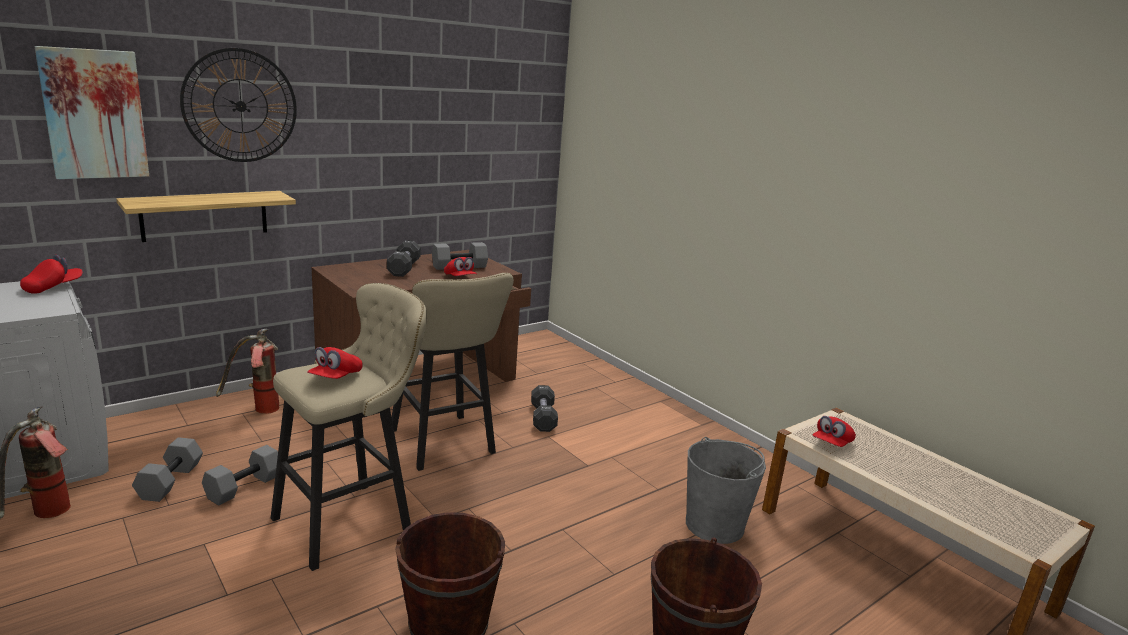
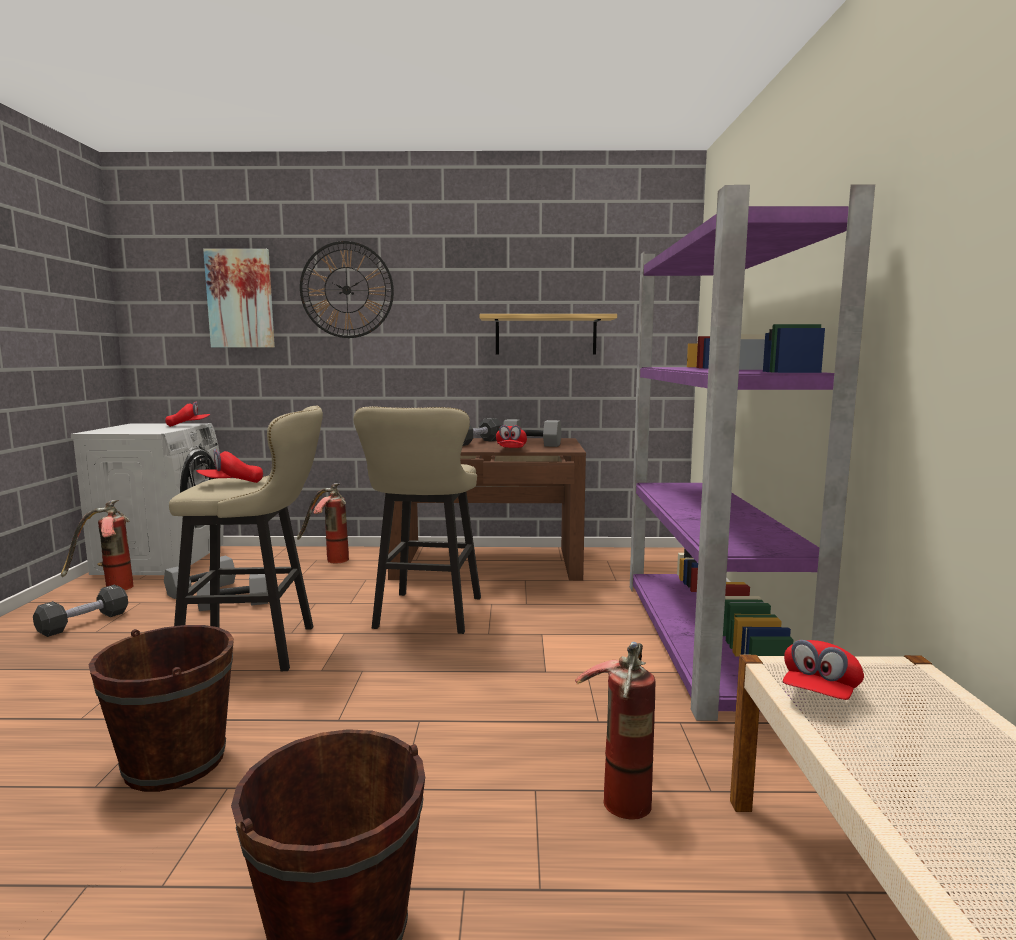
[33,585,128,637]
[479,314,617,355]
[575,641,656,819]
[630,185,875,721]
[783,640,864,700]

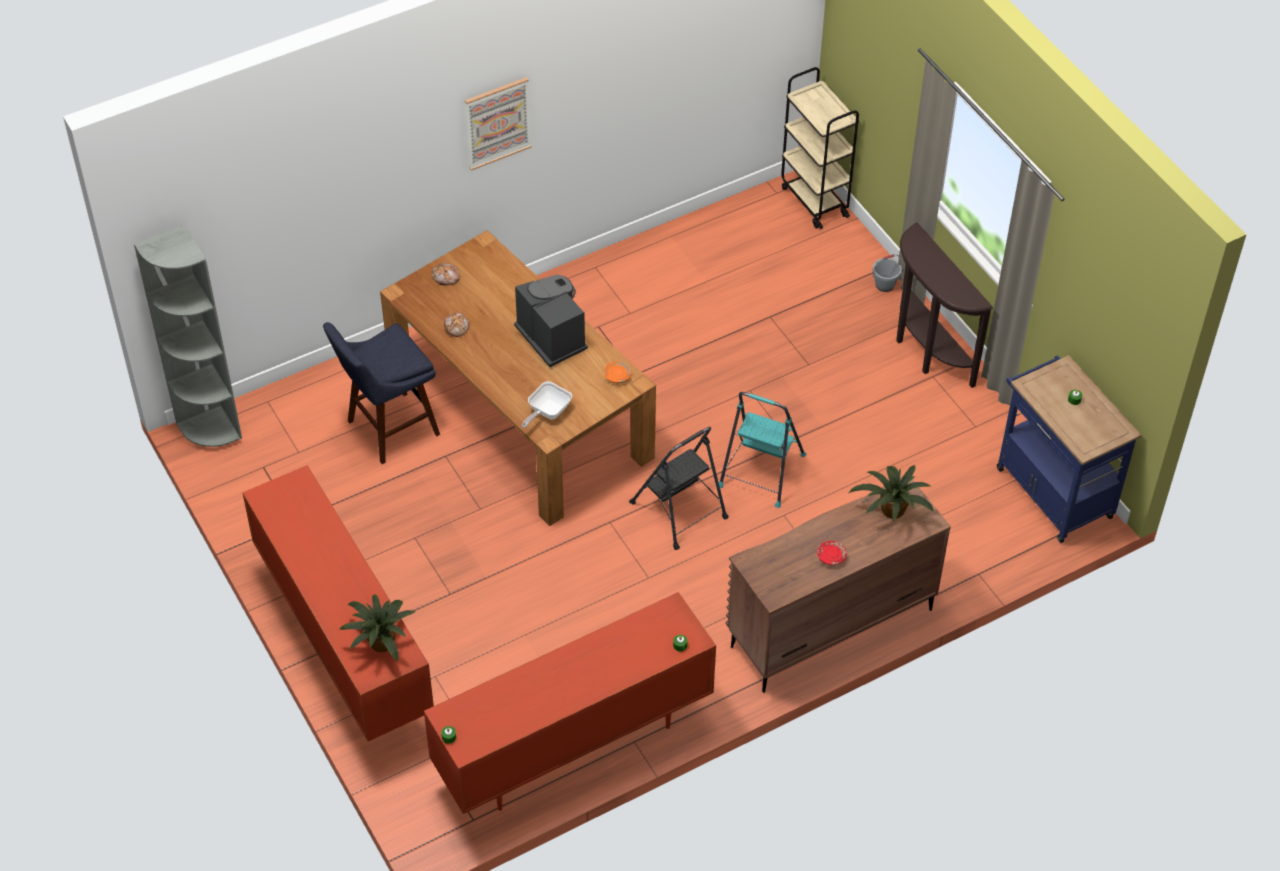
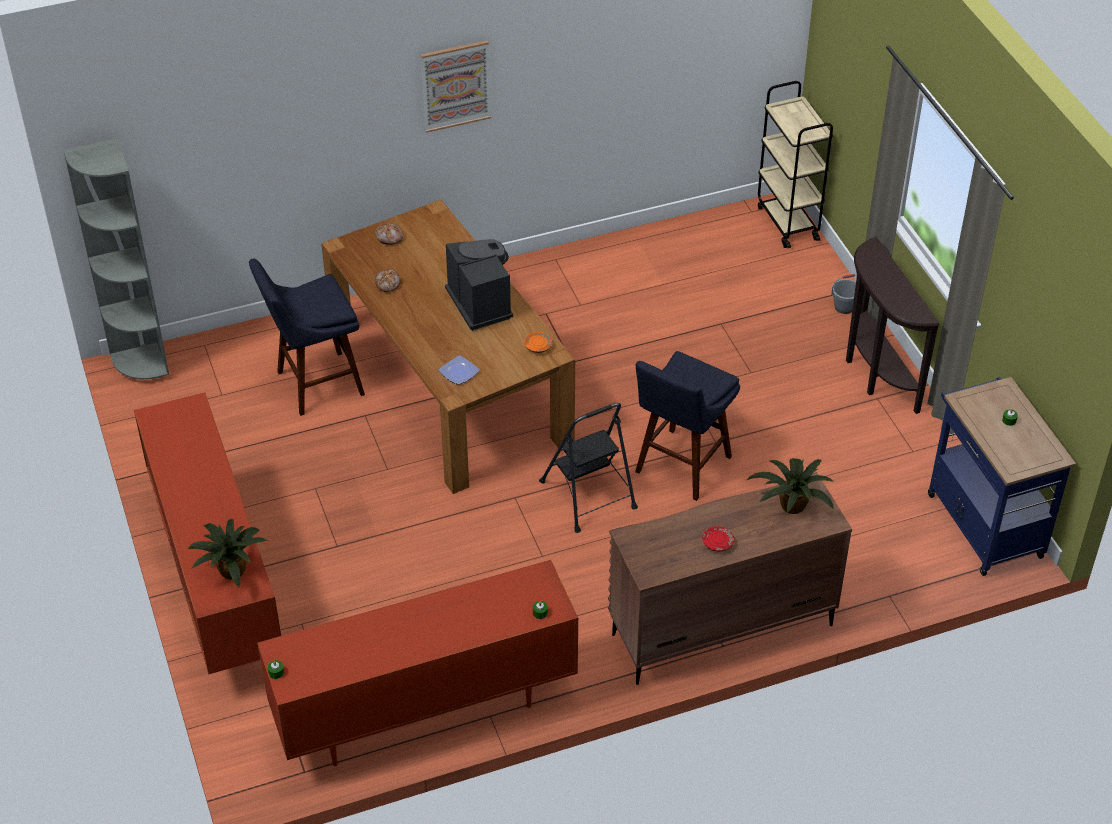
[438,355,480,385]
[635,351,740,501]

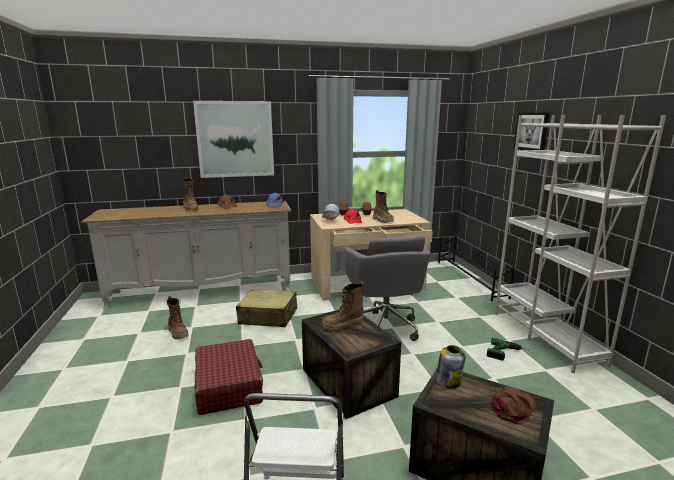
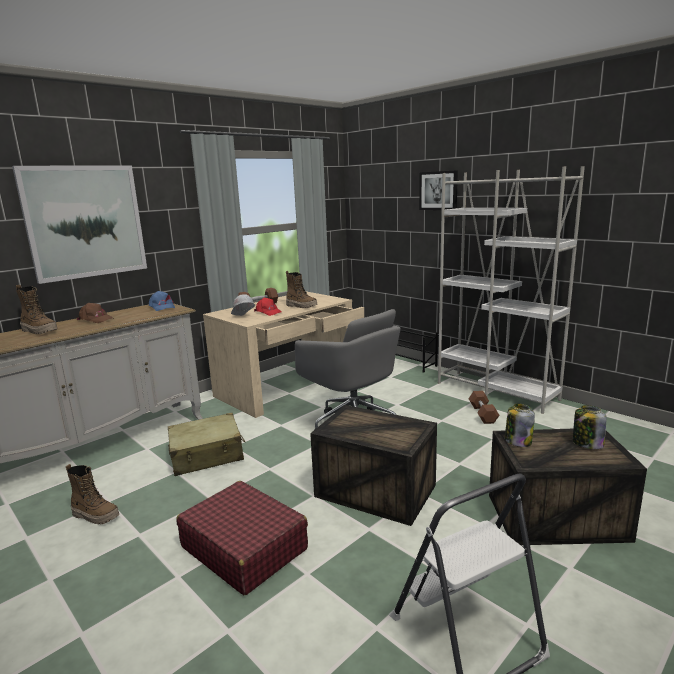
[469,391,500,424]
[573,405,607,449]
[322,281,364,331] (first image)

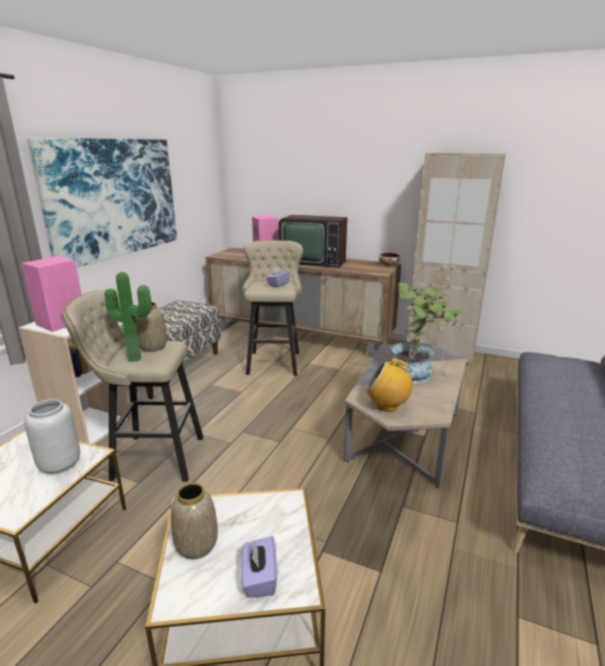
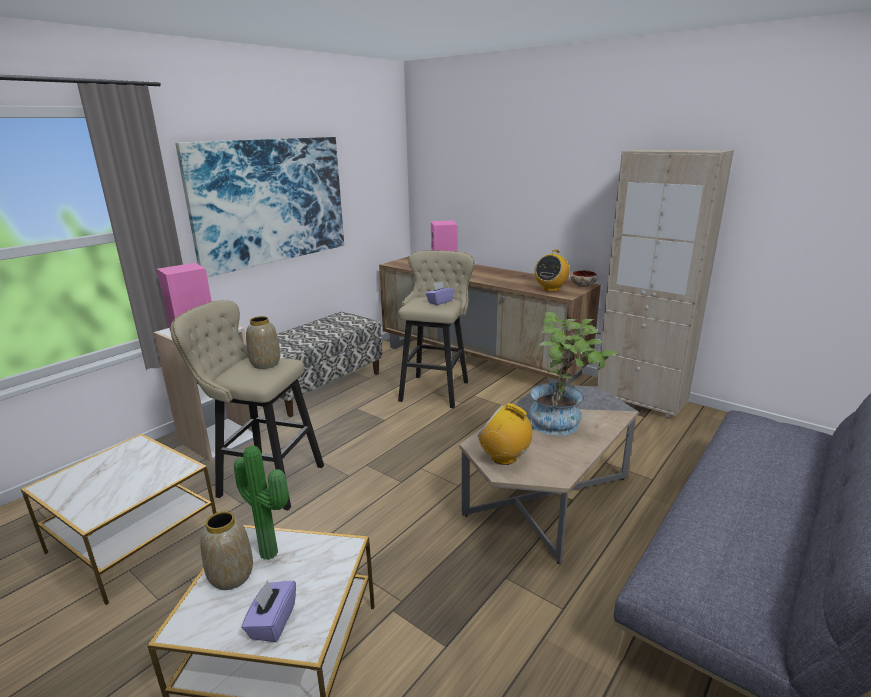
[234,446,289,560]
[534,250,570,292]
[24,399,80,474] (first image)
[279,215,347,268] (first image)

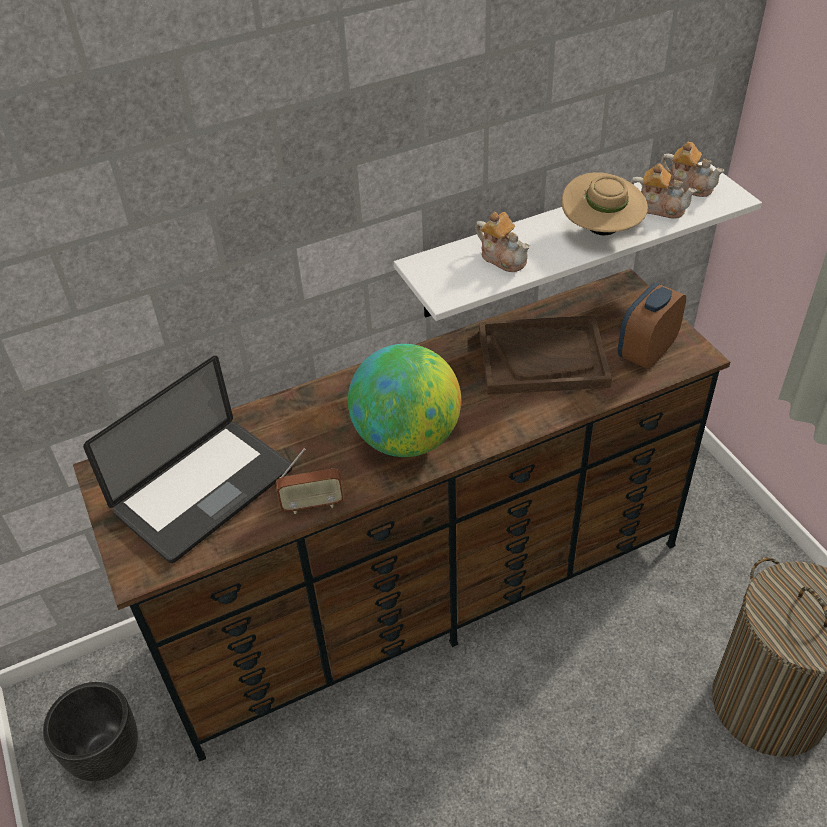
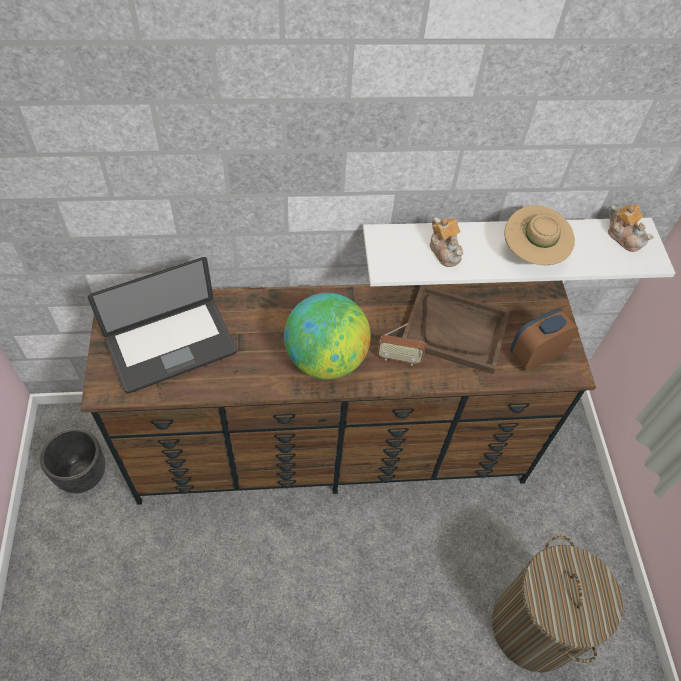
[377,323,426,365]
[630,164,697,219] (first image)

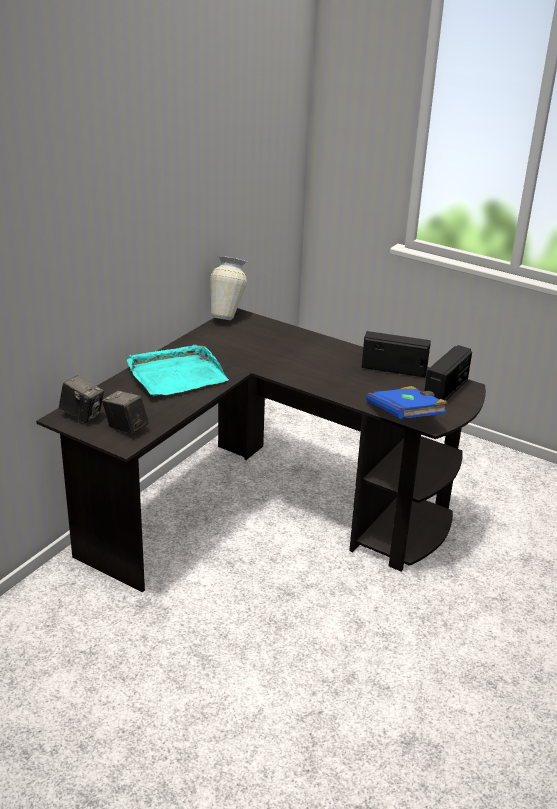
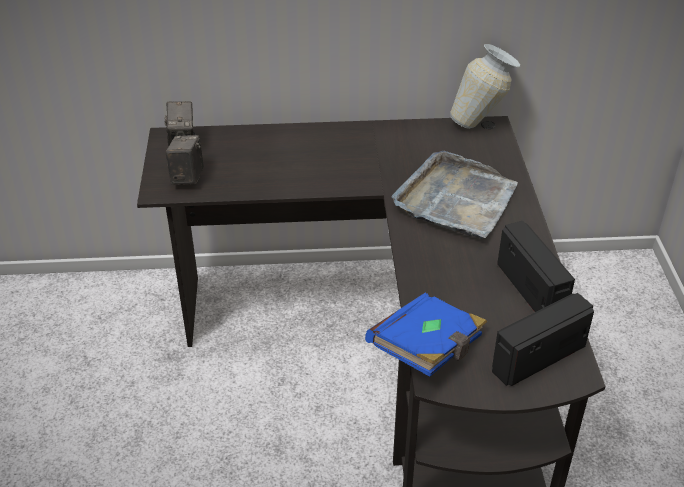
[392,151,518,239]
[492,293,594,386]
[127,345,229,396] (first image)

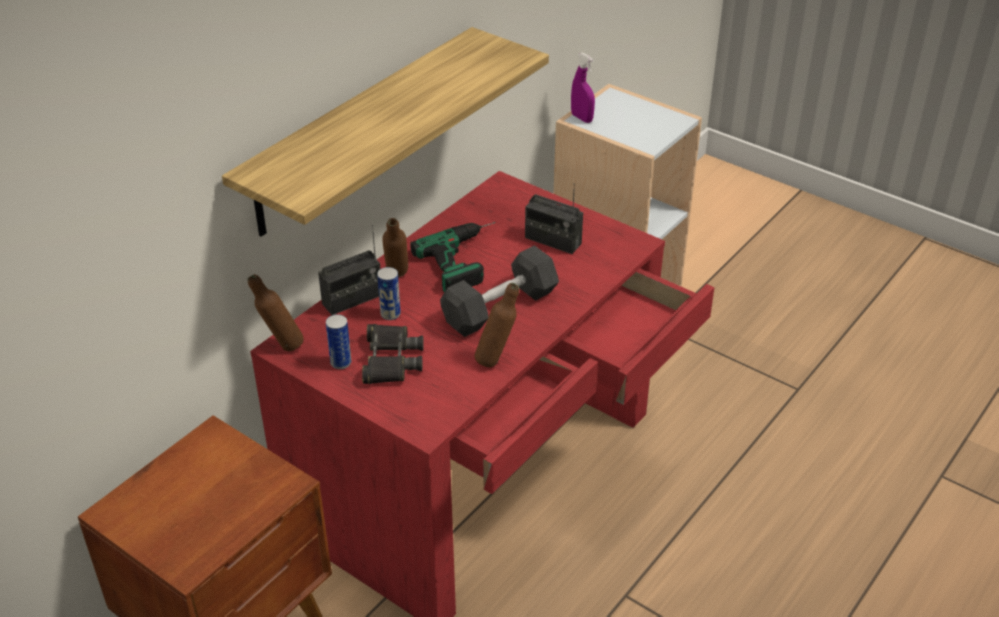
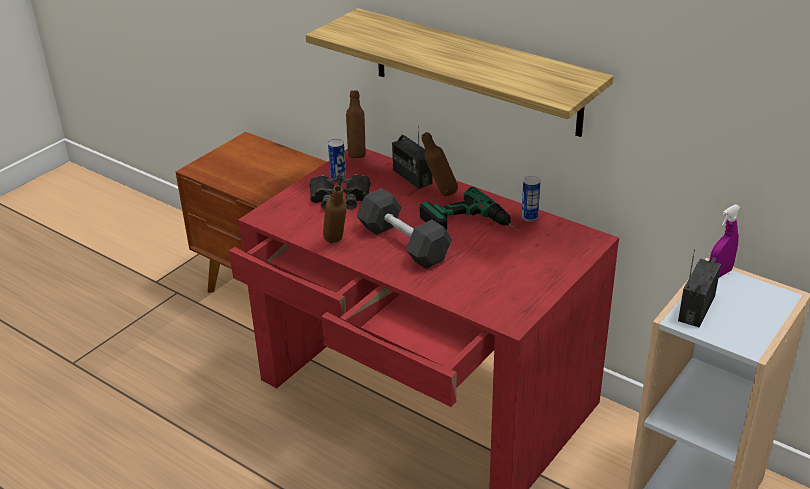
[521,176,540,222]
[678,249,721,327]

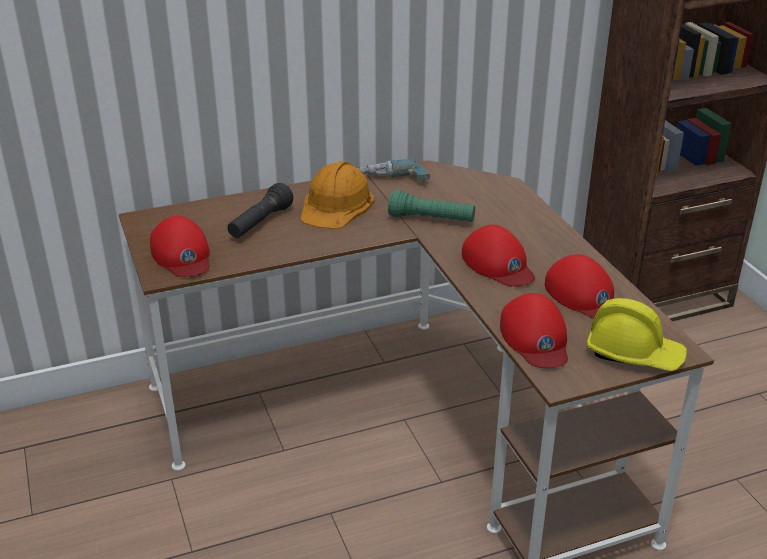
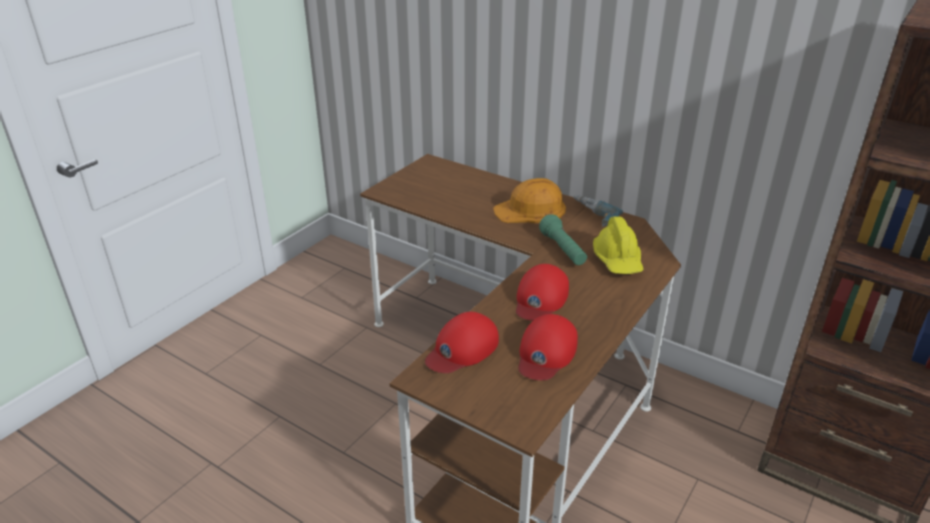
[593,216,643,274]
[150,216,210,277] (first image)
[227,183,293,238] (first image)

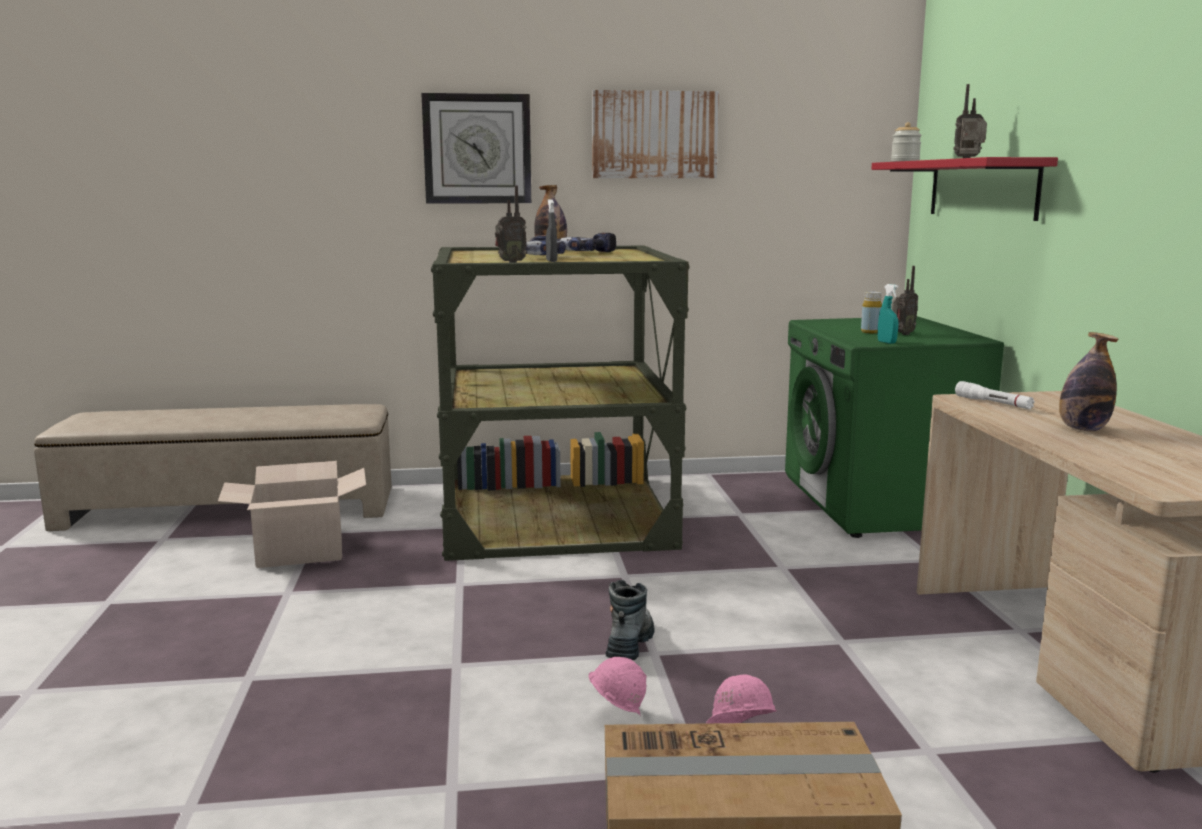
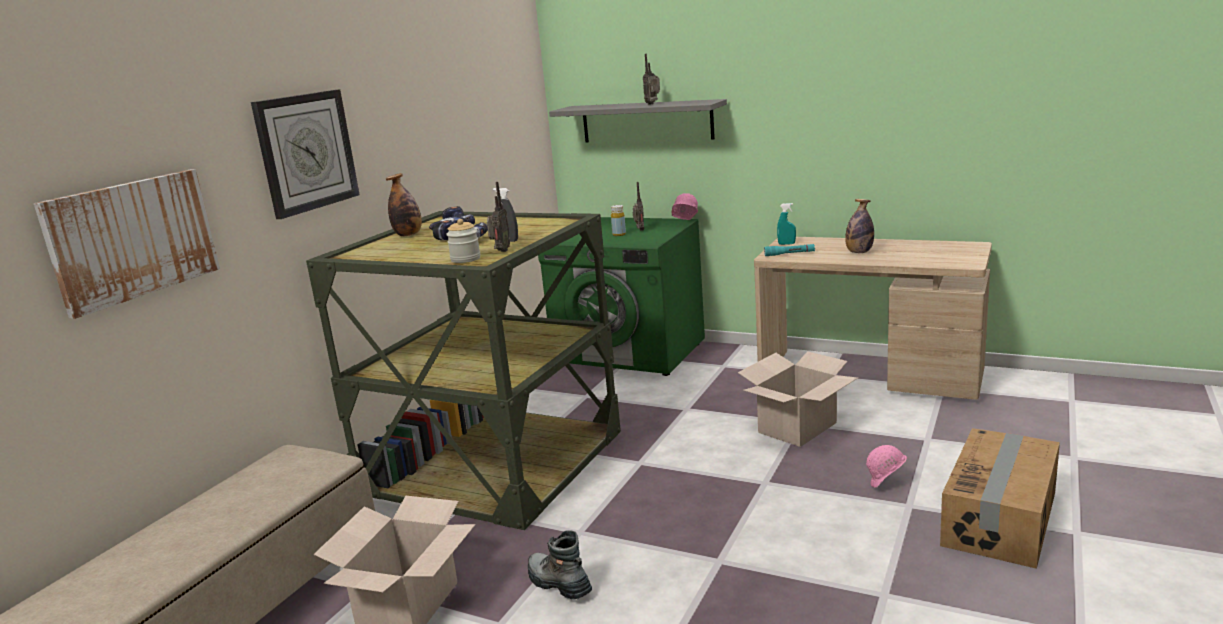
[34,169,220,319]
[446,219,481,263]
[528,530,592,600]
[549,99,727,142]
[672,193,698,220]
[738,351,858,447]
[764,244,815,256]
[777,203,796,245]

